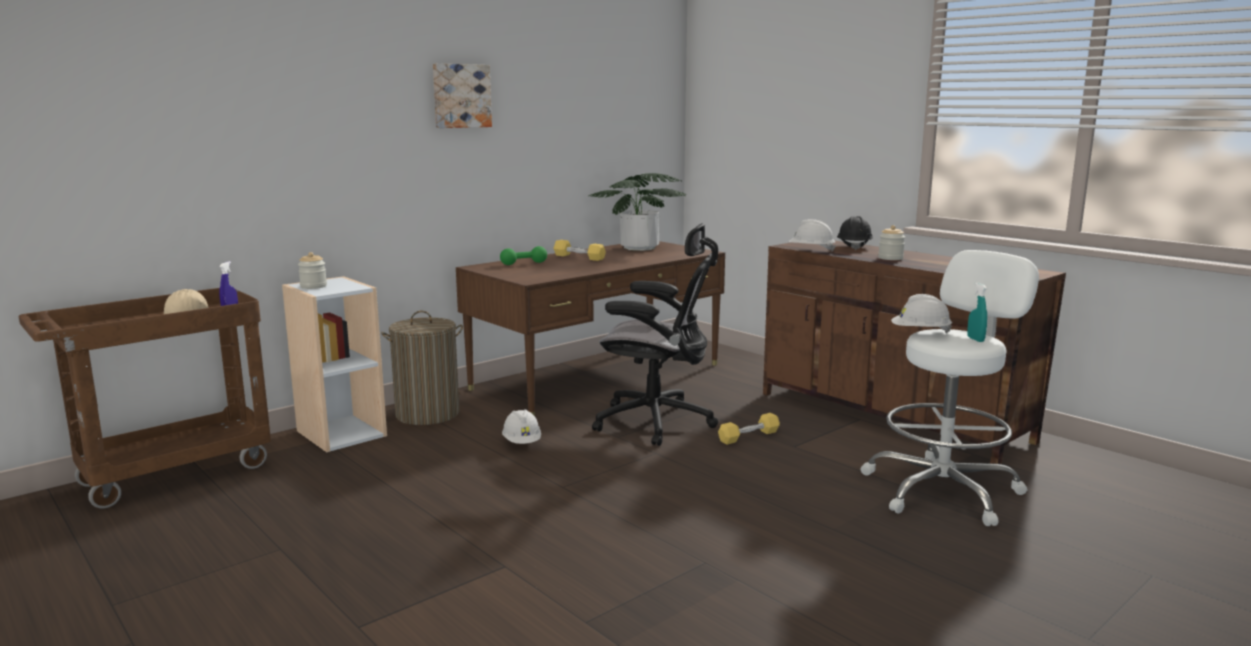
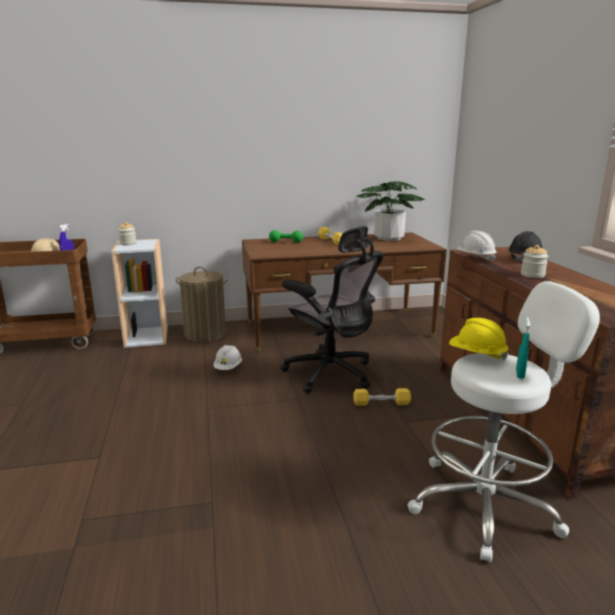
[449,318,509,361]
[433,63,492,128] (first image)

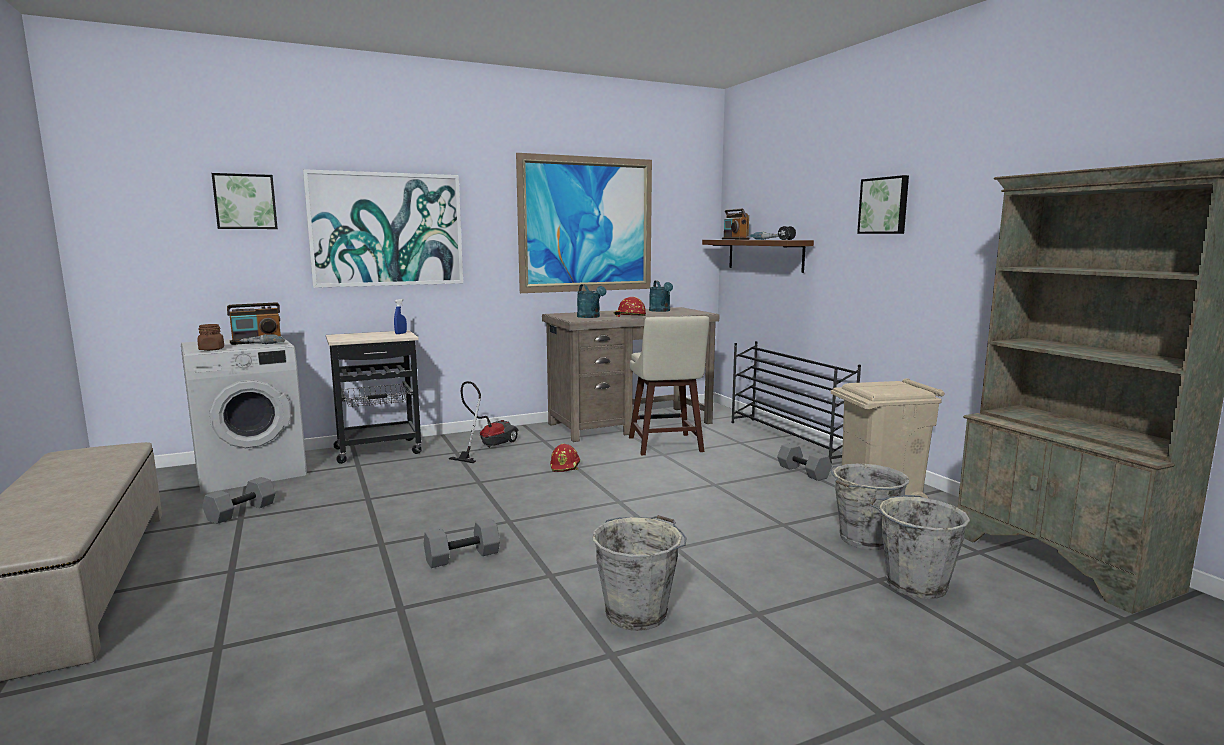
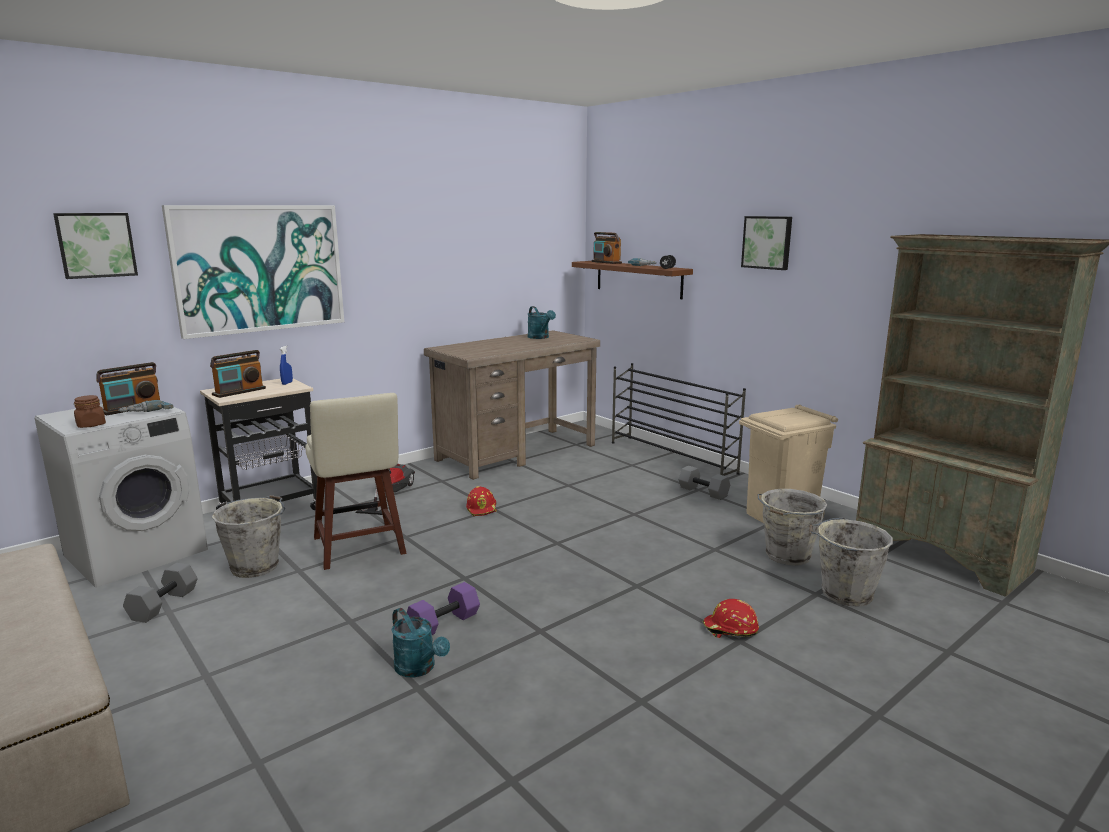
[210,350,266,398]
[212,495,285,578]
[305,393,407,570]
[392,608,450,678]
[407,582,480,635]
[703,599,759,638]
[516,153,652,293] (first image)

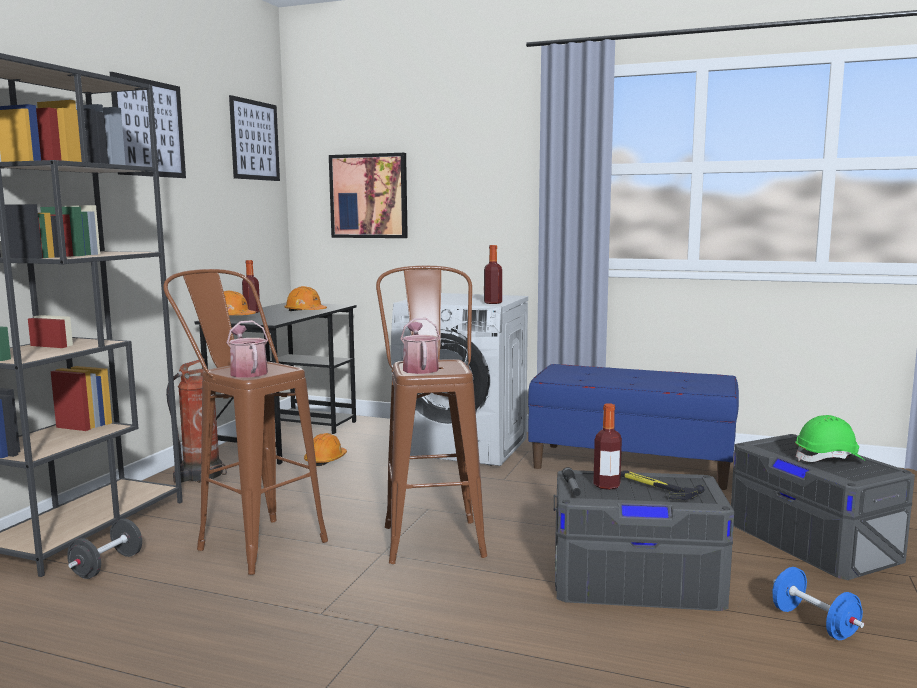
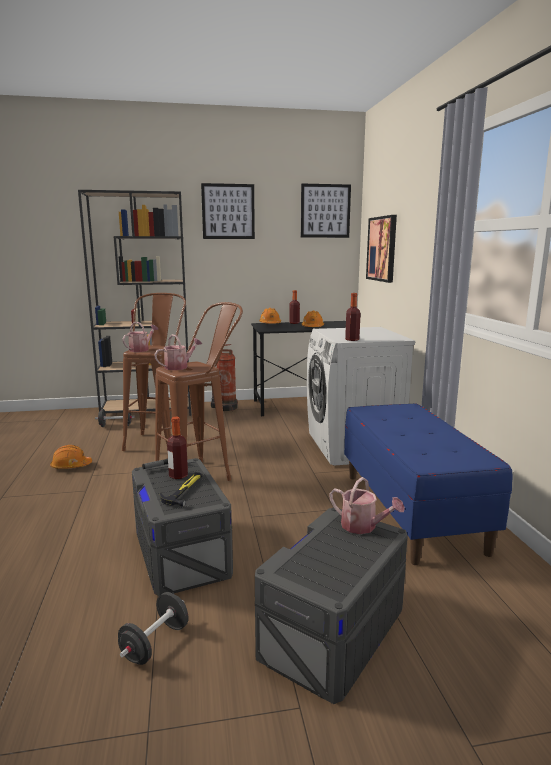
[50,445,92,469]
[118,592,189,665]
[329,477,405,534]
[795,415,866,462] (first image)

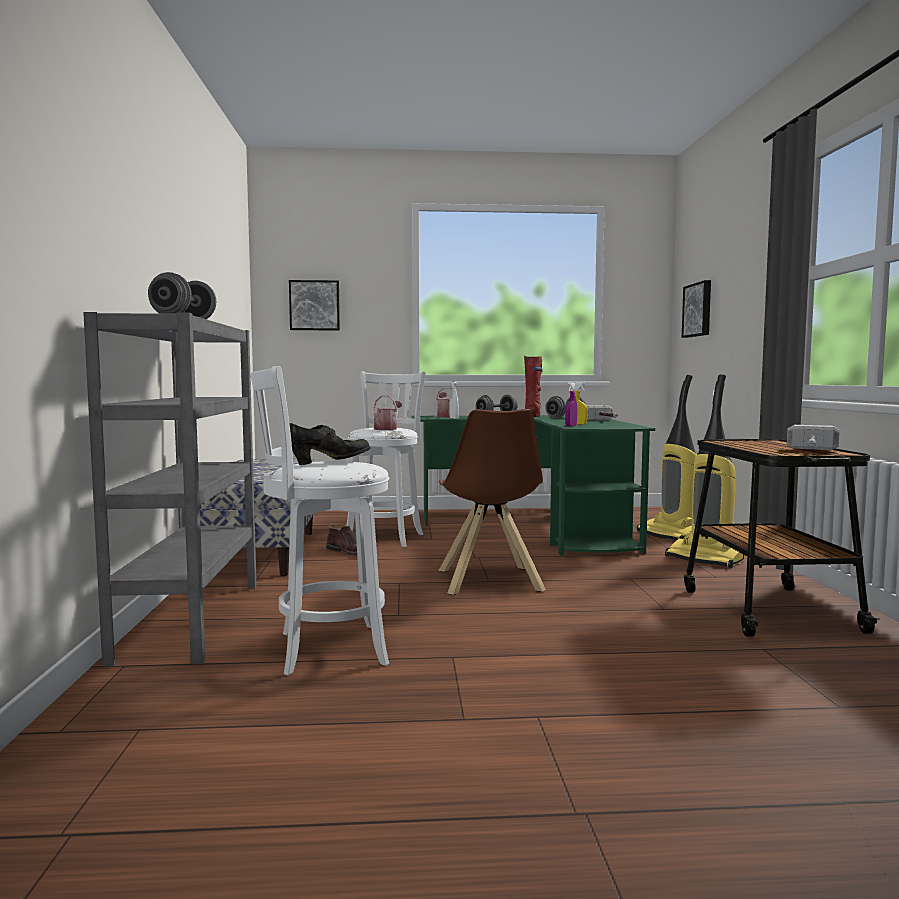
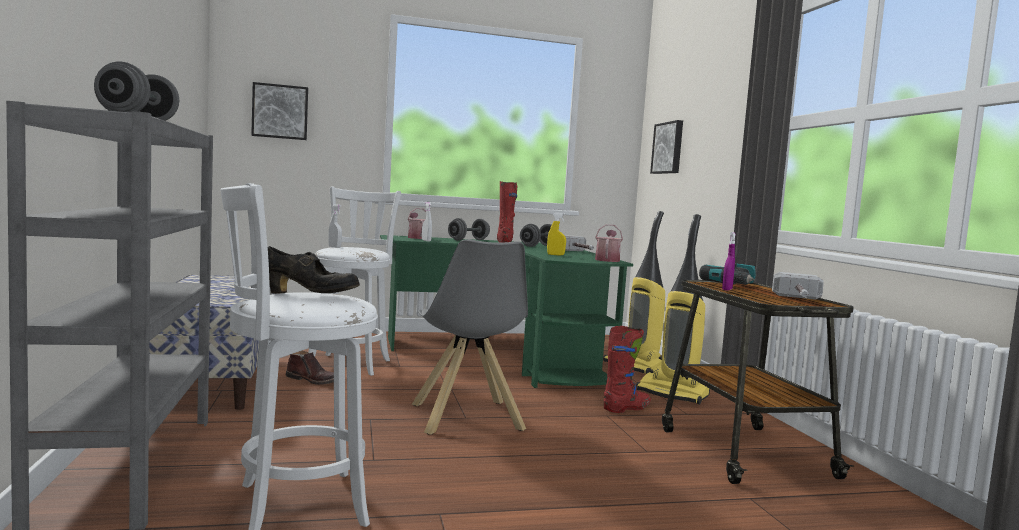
[268,246,360,293]
[328,204,342,248]
[411,239,528,435]
[595,224,623,262]
[604,326,651,413]
[699,263,756,285]
[722,232,736,291]

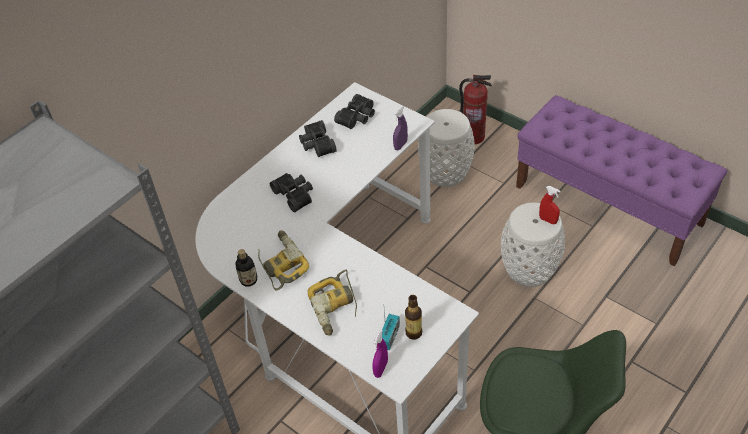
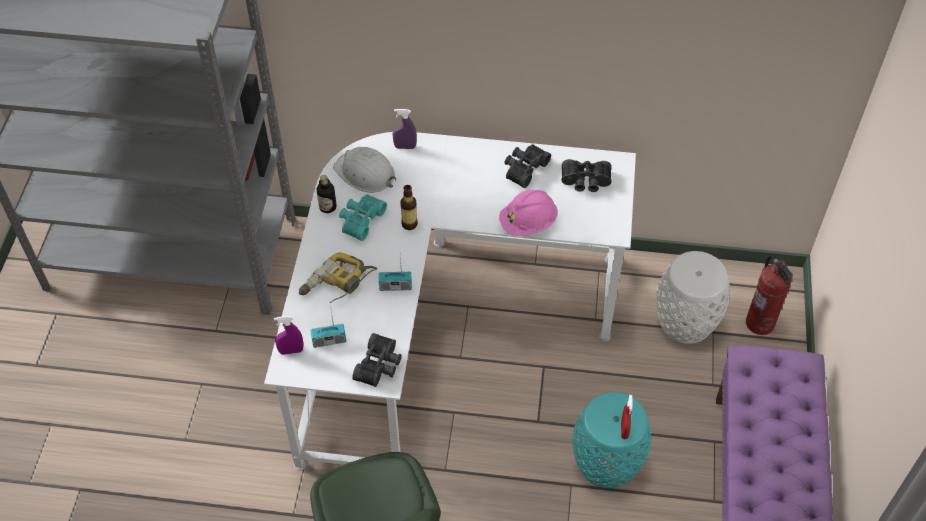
[333,147,396,193]
[339,194,387,241]
[352,333,402,387]
[379,257,412,291]
[393,109,417,149]
[400,185,418,230]
[499,190,558,236]
[573,392,651,488]

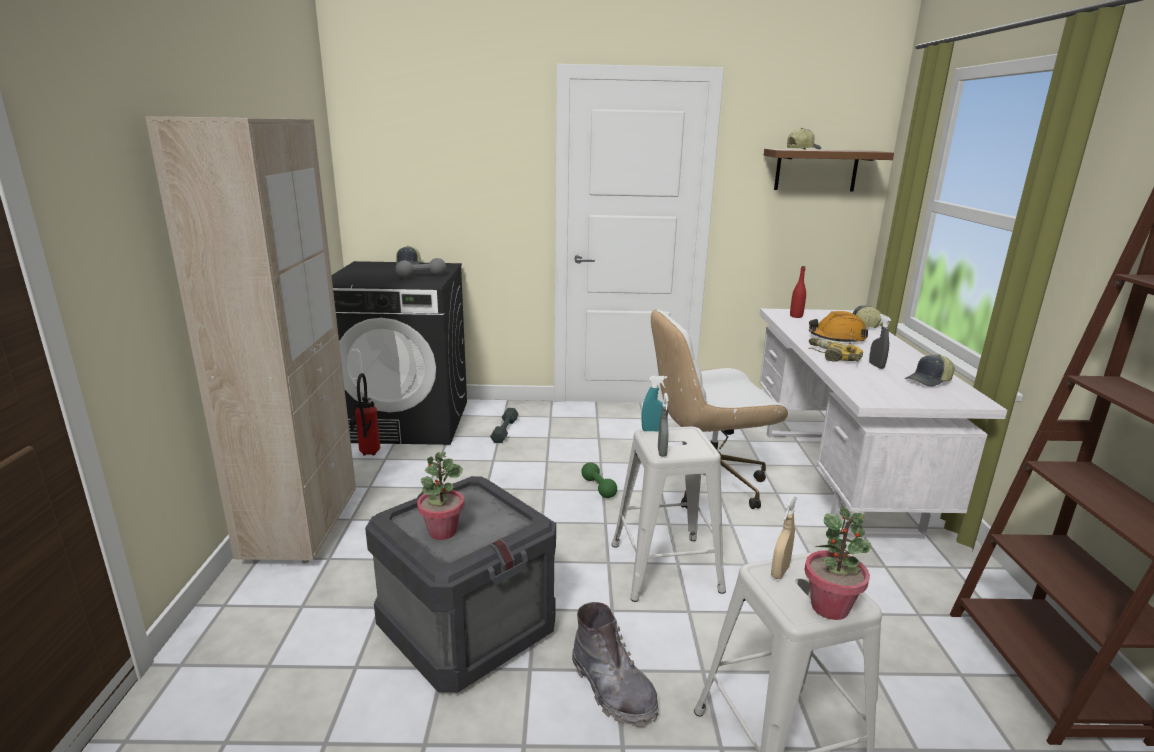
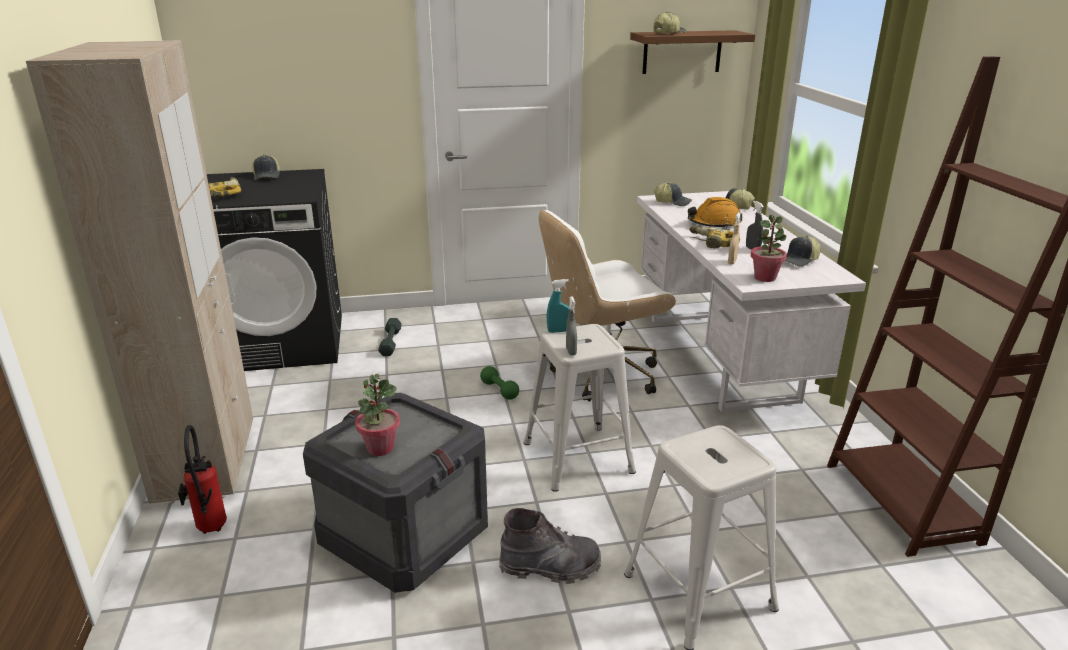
[178,425,227,534]
[208,177,241,198]
[499,508,601,584]
[654,182,692,206]
[728,213,740,264]
[751,215,787,282]
[396,258,446,278] (first image)

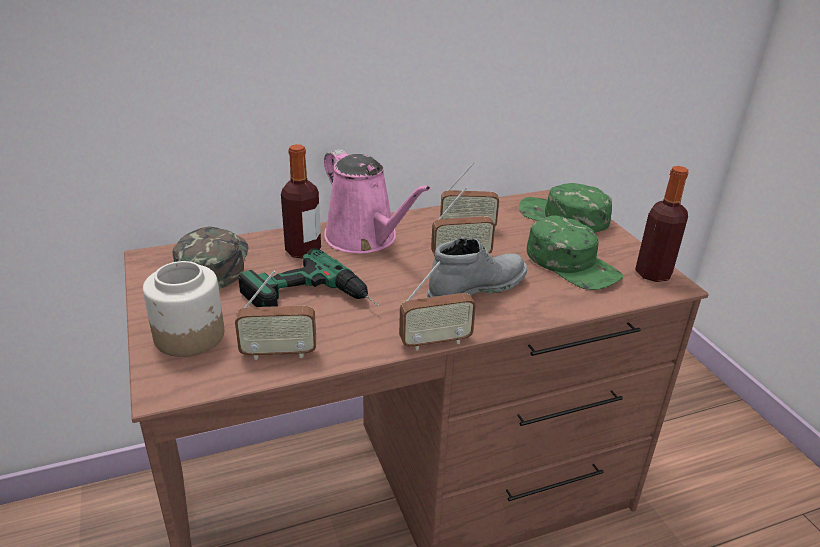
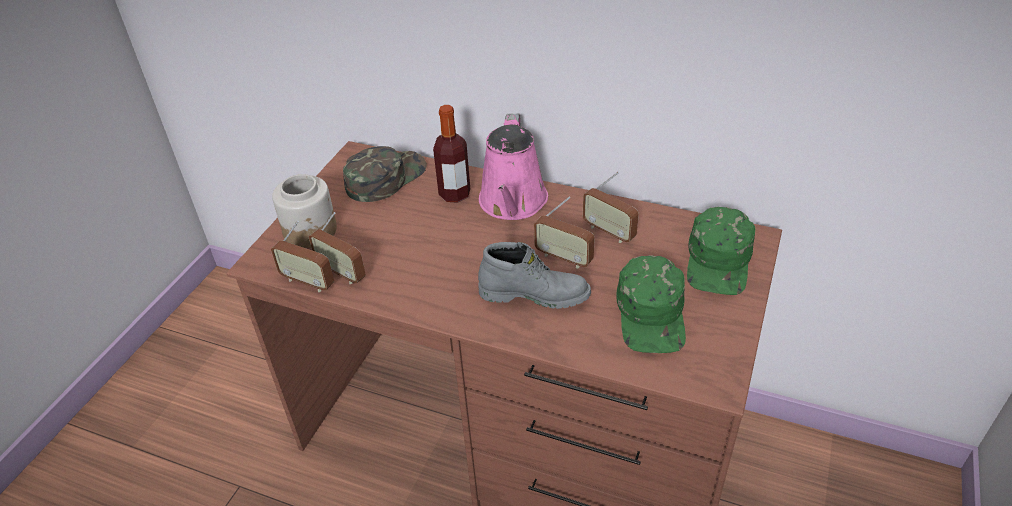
[271,221,334,292]
[687,207,755,295]
[238,248,380,307] (first image)
[635,166,689,282] (first image)

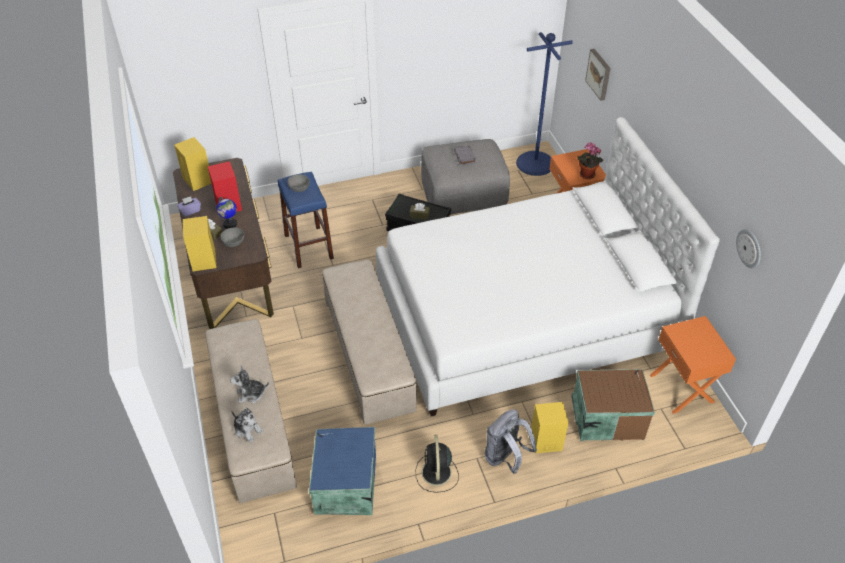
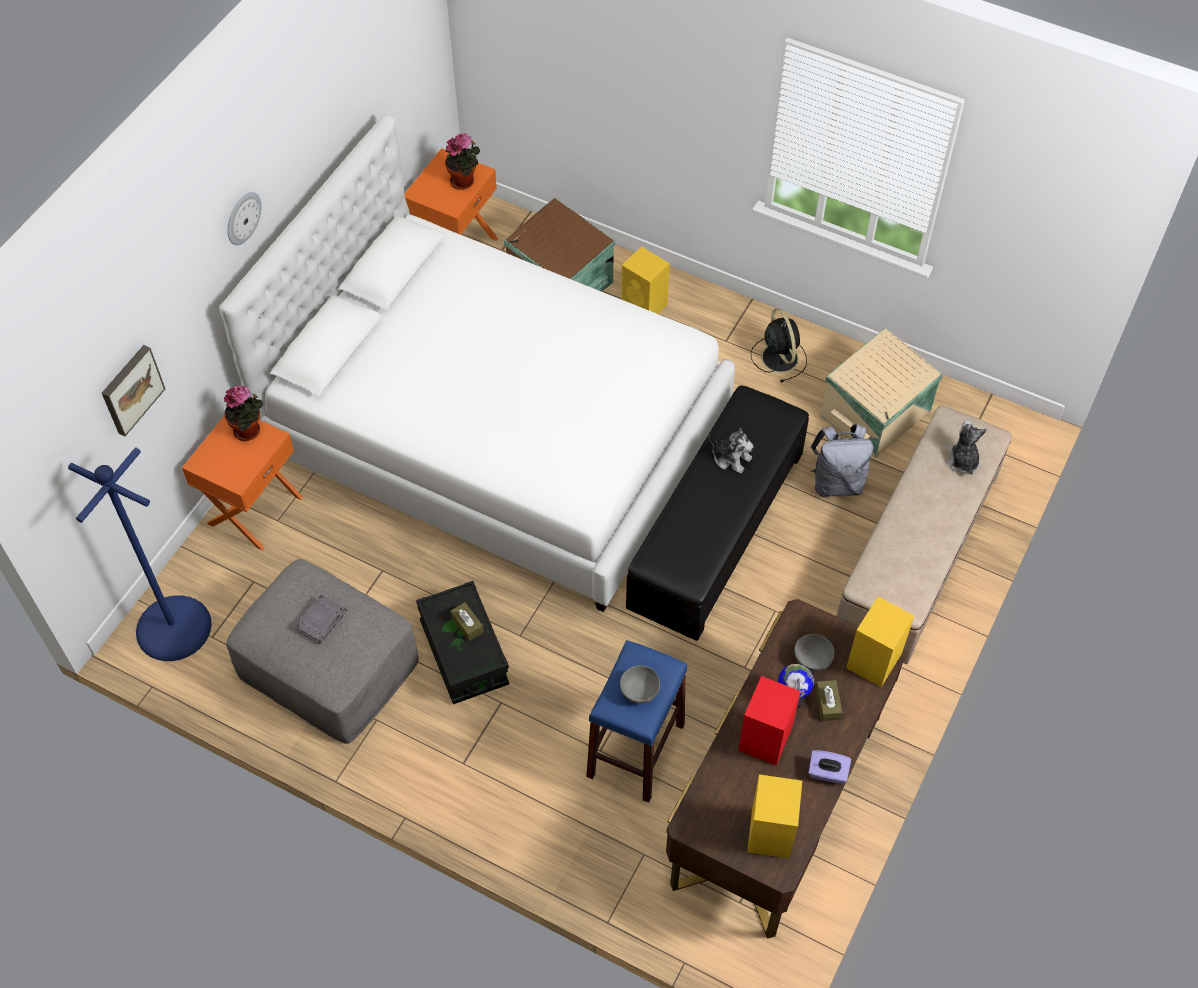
[227,192,262,245]
[445,133,480,190]
[626,385,809,641]
[708,428,754,474]
[751,308,807,382]
[810,424,873,497]
[821,327,943,459]

